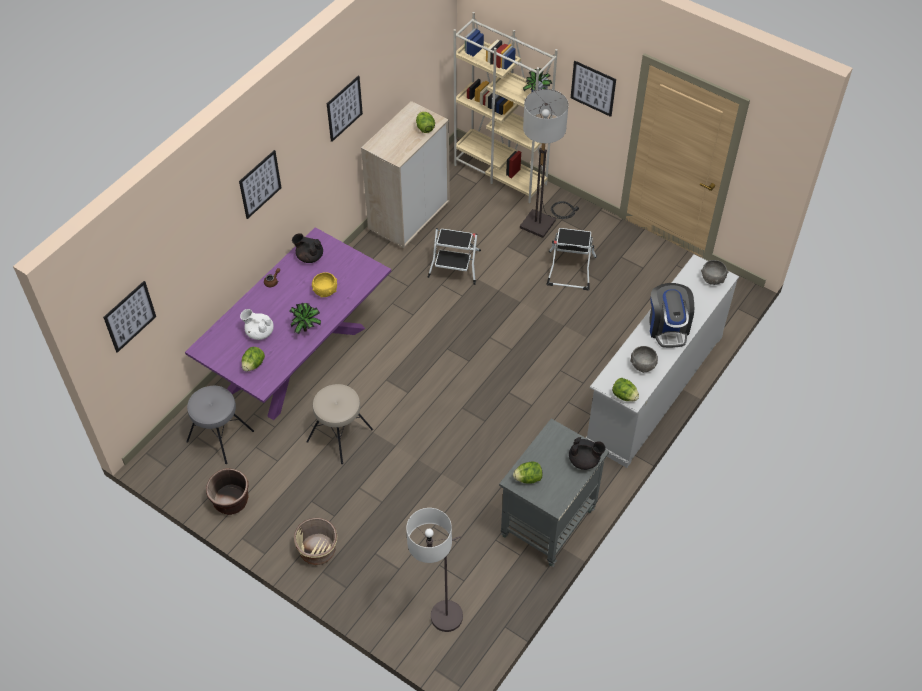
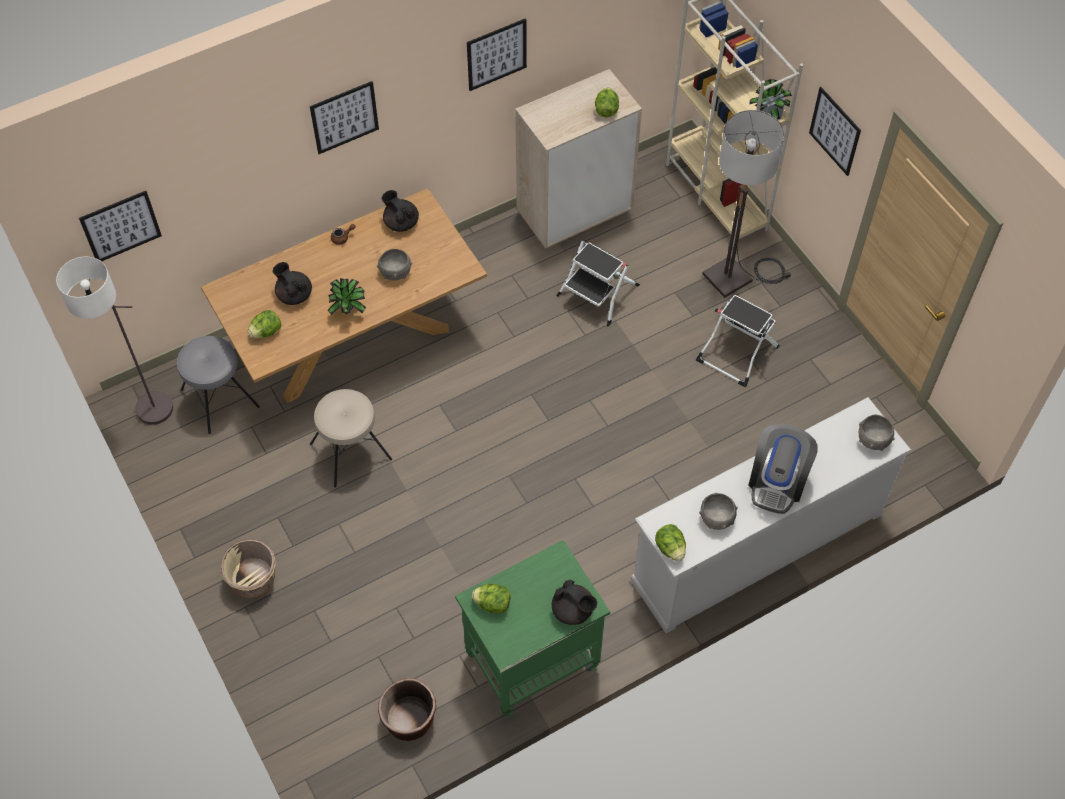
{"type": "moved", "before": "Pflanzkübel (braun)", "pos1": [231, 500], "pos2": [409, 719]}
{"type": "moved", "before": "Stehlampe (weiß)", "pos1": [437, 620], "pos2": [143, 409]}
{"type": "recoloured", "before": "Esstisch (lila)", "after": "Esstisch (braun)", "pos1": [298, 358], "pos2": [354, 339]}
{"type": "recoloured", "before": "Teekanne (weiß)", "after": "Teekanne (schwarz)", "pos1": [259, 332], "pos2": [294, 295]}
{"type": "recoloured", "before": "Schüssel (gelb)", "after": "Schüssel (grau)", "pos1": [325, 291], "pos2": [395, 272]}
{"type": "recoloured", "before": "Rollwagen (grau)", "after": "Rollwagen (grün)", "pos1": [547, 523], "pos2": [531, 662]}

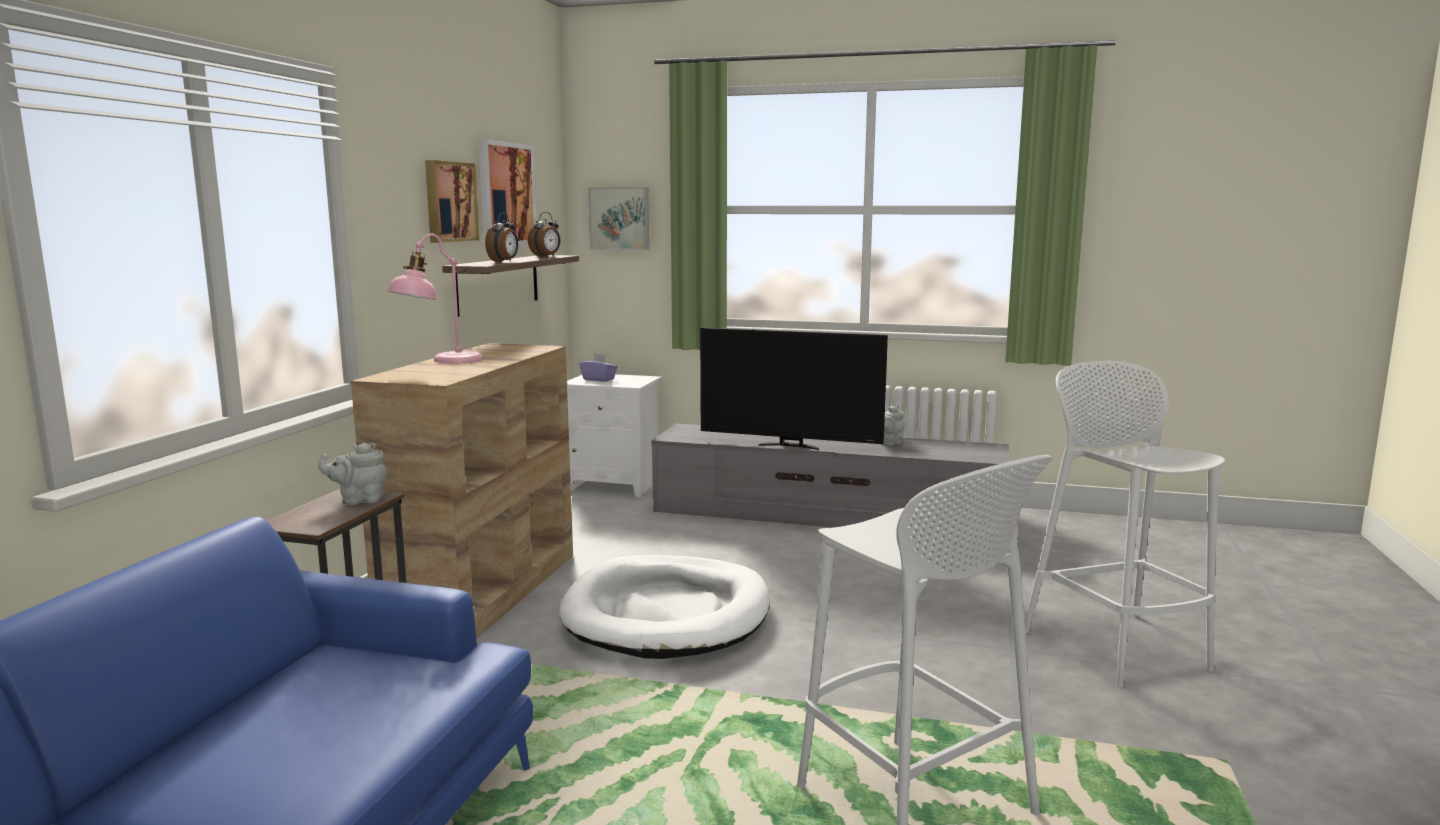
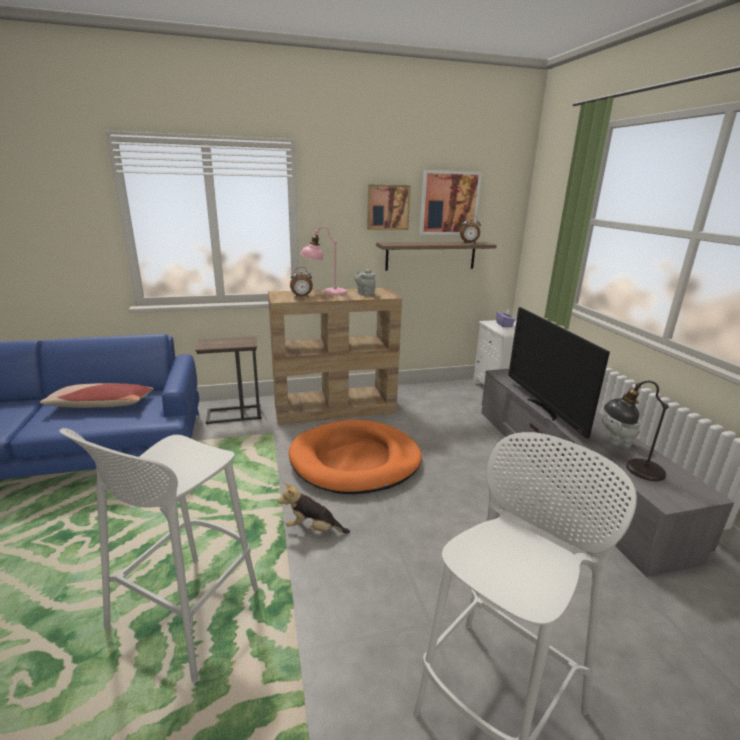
{"type": "removed", "before": "Bild", "pos1": [620, 218]}
{"type": "added", "after": "Kissen", "pos2": [101, 405]}
{"type": "added", "after": "Plüschtier", "pos2": [313, 529]}
{"type": "added", "after": "Tischlampe (grau)", "pos2": [628, 464]}
{"type": "moved", "before": "Teekanne (grau)", "pos1": [359, 500], "pos2": [365, 293]}
{"type": "moved", "before": "Wecker", "pos1": [504, 262], "pos2": [301, 297]}
{"type": "recoloured", "before": "Hundebett (weiß)", "after": "Hundebett (orange)", "pos1": [667, 614], "pos2": [355, 460]}

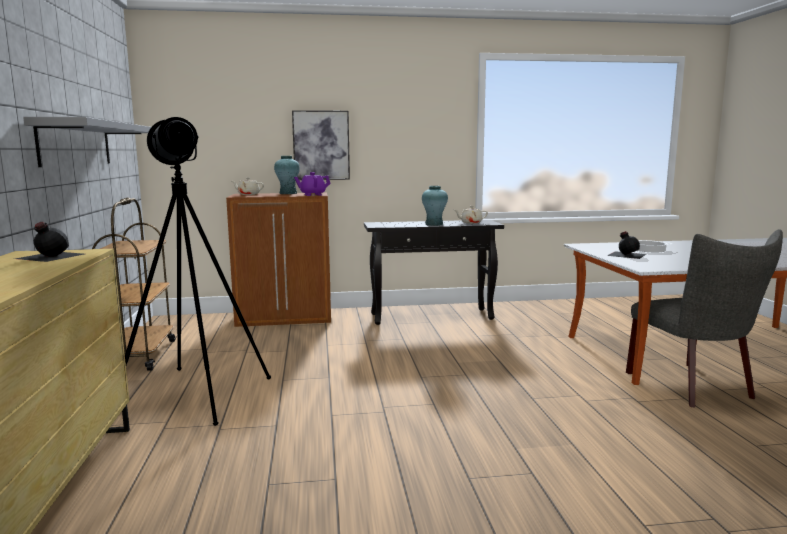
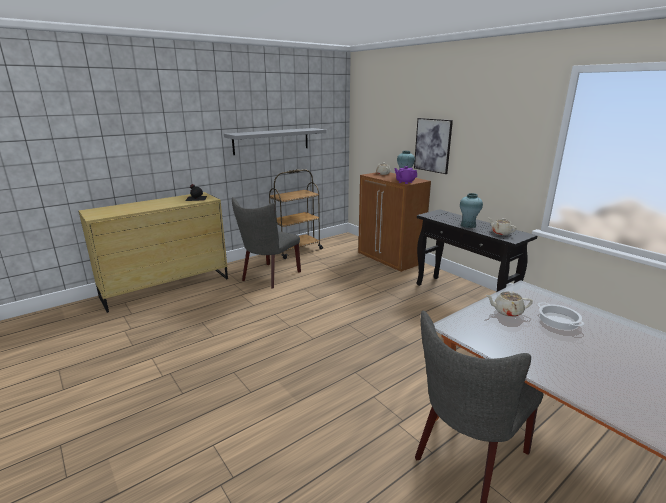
{"type": "replaced", "before": "Stehlampe (schwarz)", "after": "Stuhl (grau)", "pos1": [195, 395], "pos2": [269, 277]}
{"type": "replaced", "before": "Flasche (schwarz)", "after": "Teekanne (beige)", "pos1": [626, 254], "pos2": [507, 311]}

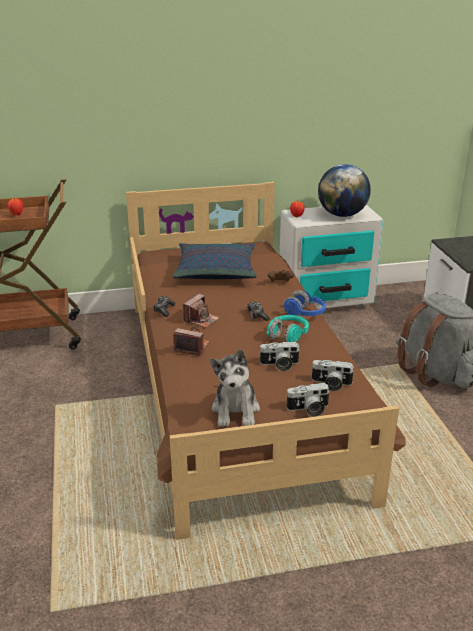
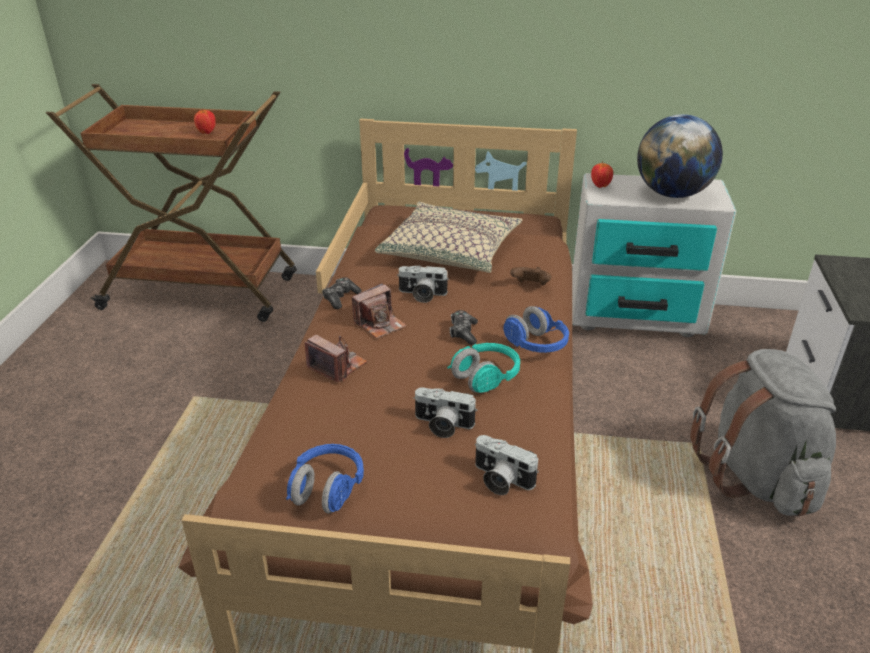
{"type": "moved", "before": "Kamera", "pos1": [308, 409], "pos2": [422, 295]}
{"type": "replaced", "before": "Plüschtier", "after": "Kopfhörer (blau)", "pos1": [236, 410], "pos2": [327, 489]}
{"type": "recoloured", "before": "Kissen (blau)", "after": "Kissen (beige)", "pos1": [216, 271], "pos2": [451, 251]}

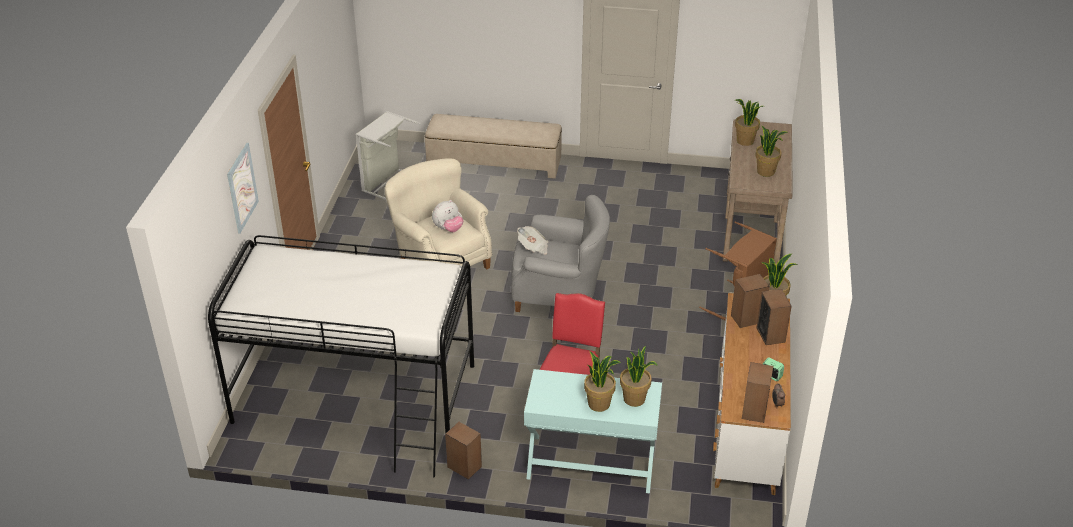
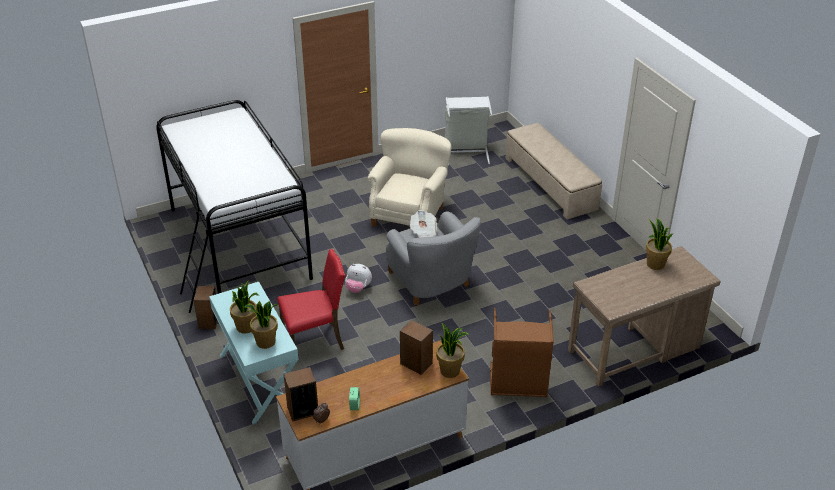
{"type": "removed", "before": "Bild", "pos1": [242, 188]}
{"type": "removed", "before": "Topfpflanze", "pos1": [766, 171]}
{"type": "removed", "before": "Lautsprecher", "pos1": [771, 334]}
{"type": "moved", "before": "Plüschtier", "pos1": [448, 229], "pos2": [358, 288]}

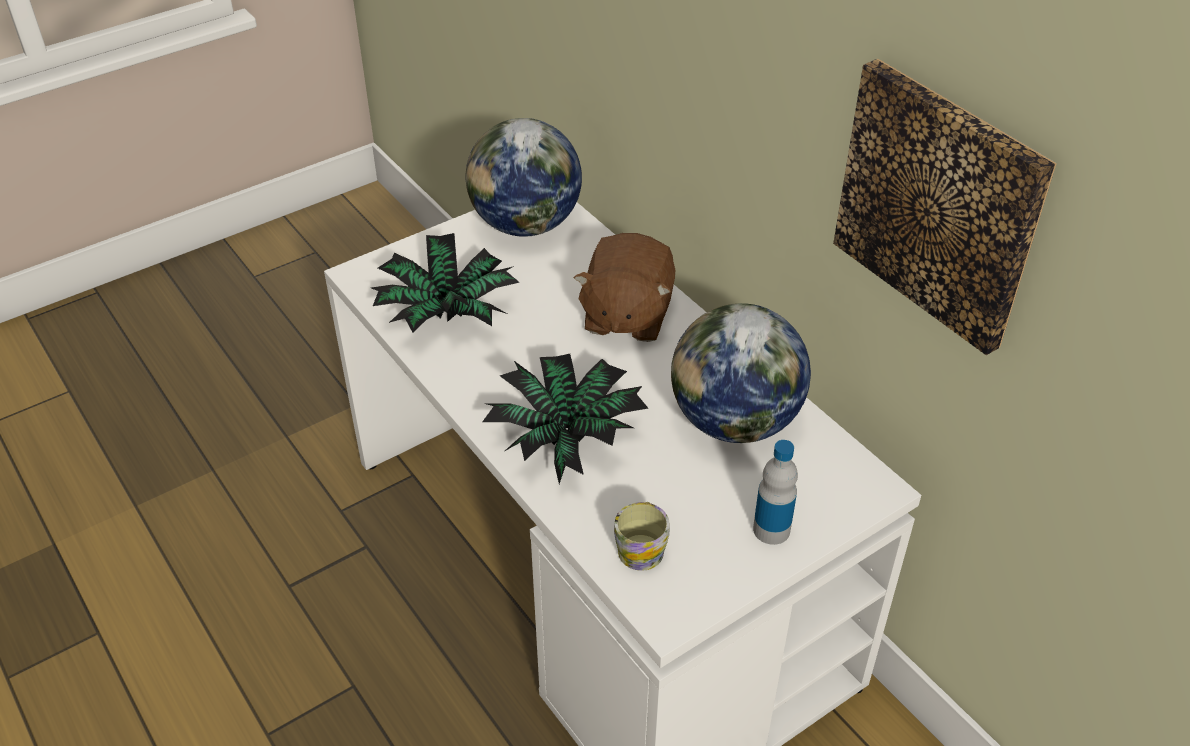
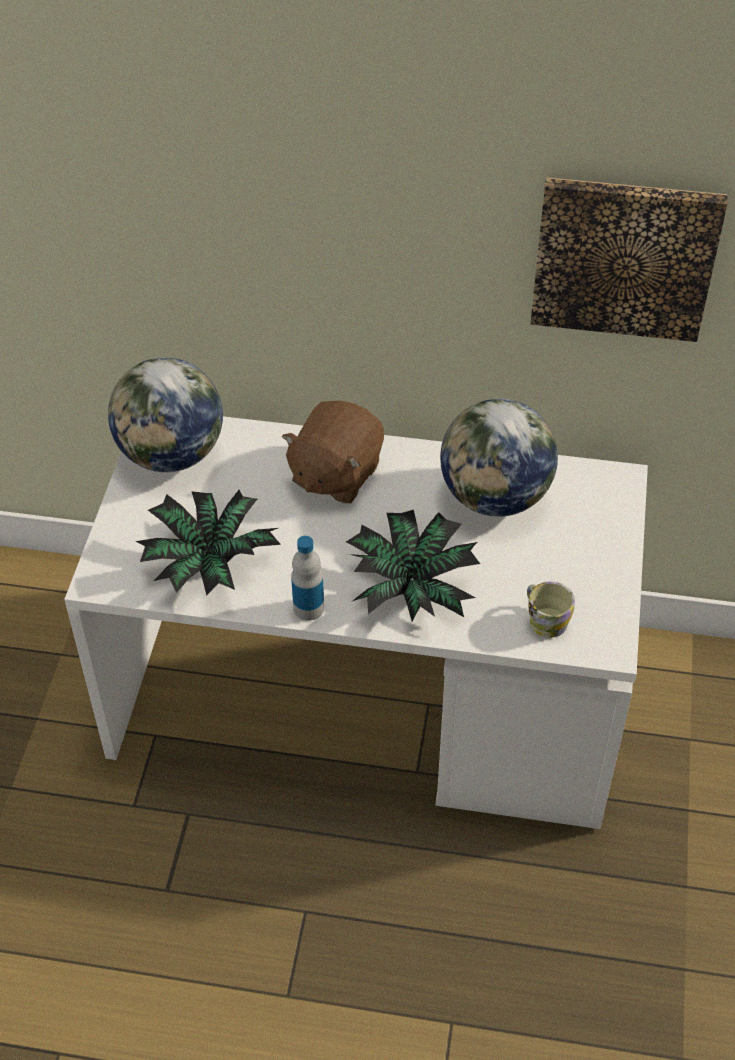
{"type": "moved", "before": "Flasche", "pos1": [771, 530], "pos2": [308, 608]}
{"type": "turned", "before": "Plüschtier (braun)", "pos1": [626, 316], "pos2": [335, 474], "turn": 60}

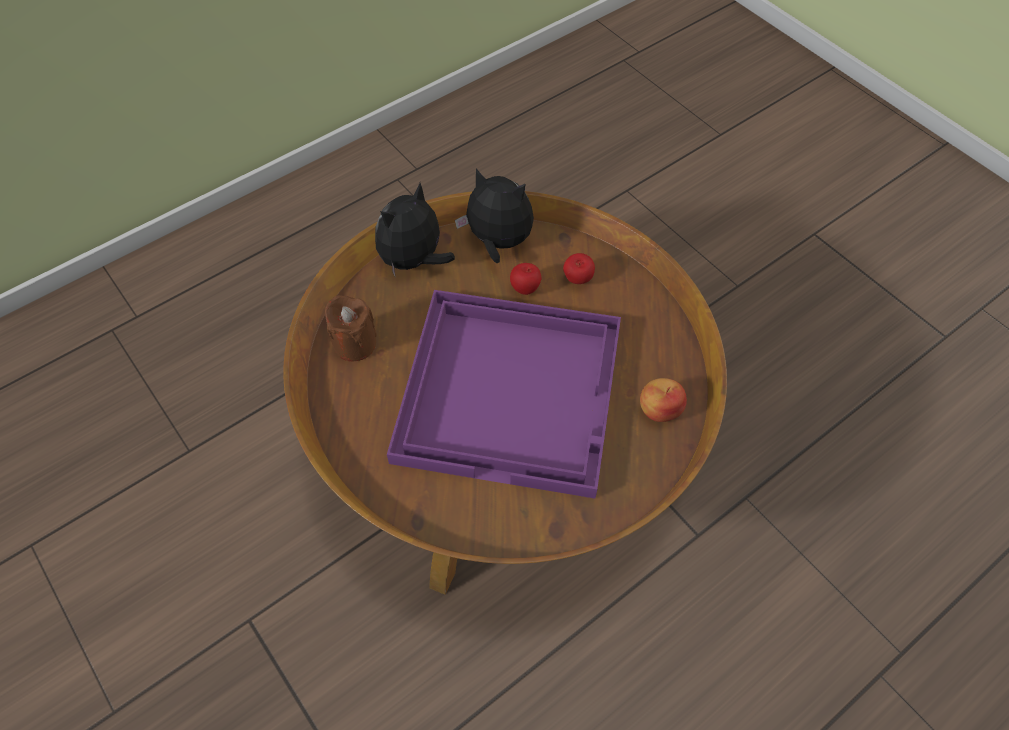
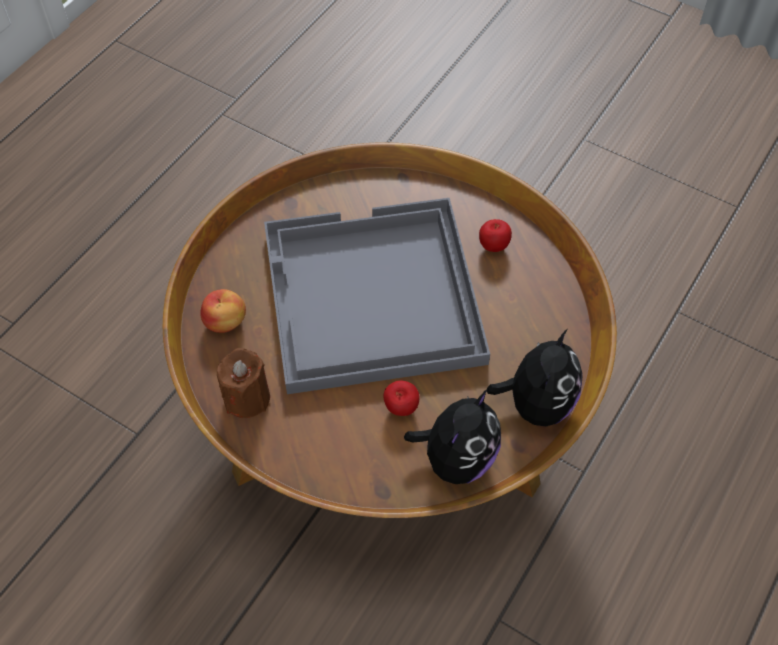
{"type": "moved", "before": "Kerze (braun)", "pos1": [354, 344], "pos2": [247, 398]}
{"type": "moved", "before": "Apfel", "pos1": [577, 280], "pos2": [493, 246]}
{"type": "recoloured", "before": "Tablett (lila)", "after": "Tablett (grau)", "pos1": [512, 391], "pos2": [370, 298]}
{"type": "turned", "before": "Plüschtier", "pos1": [497, 242], "pos2": [456, 458], "turn": -60}

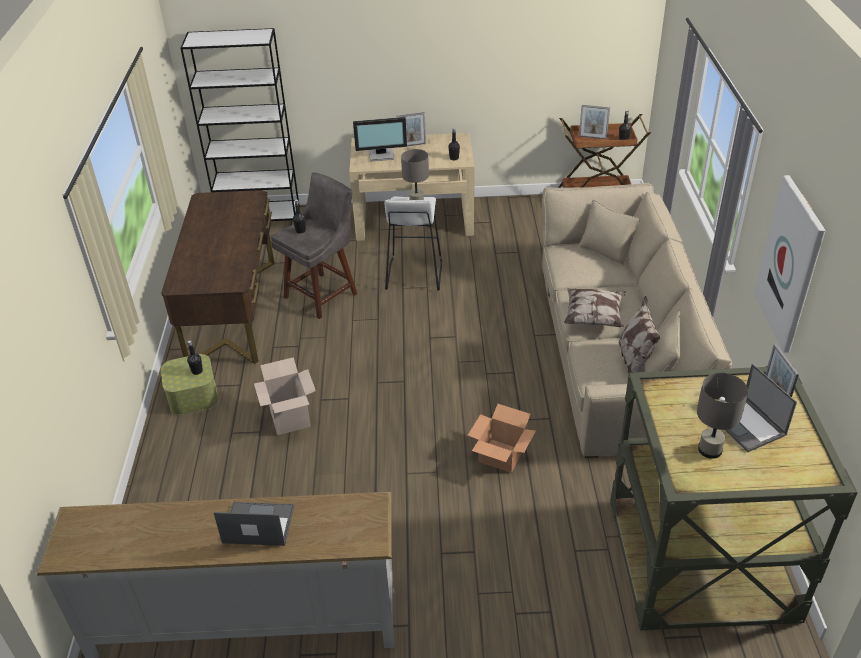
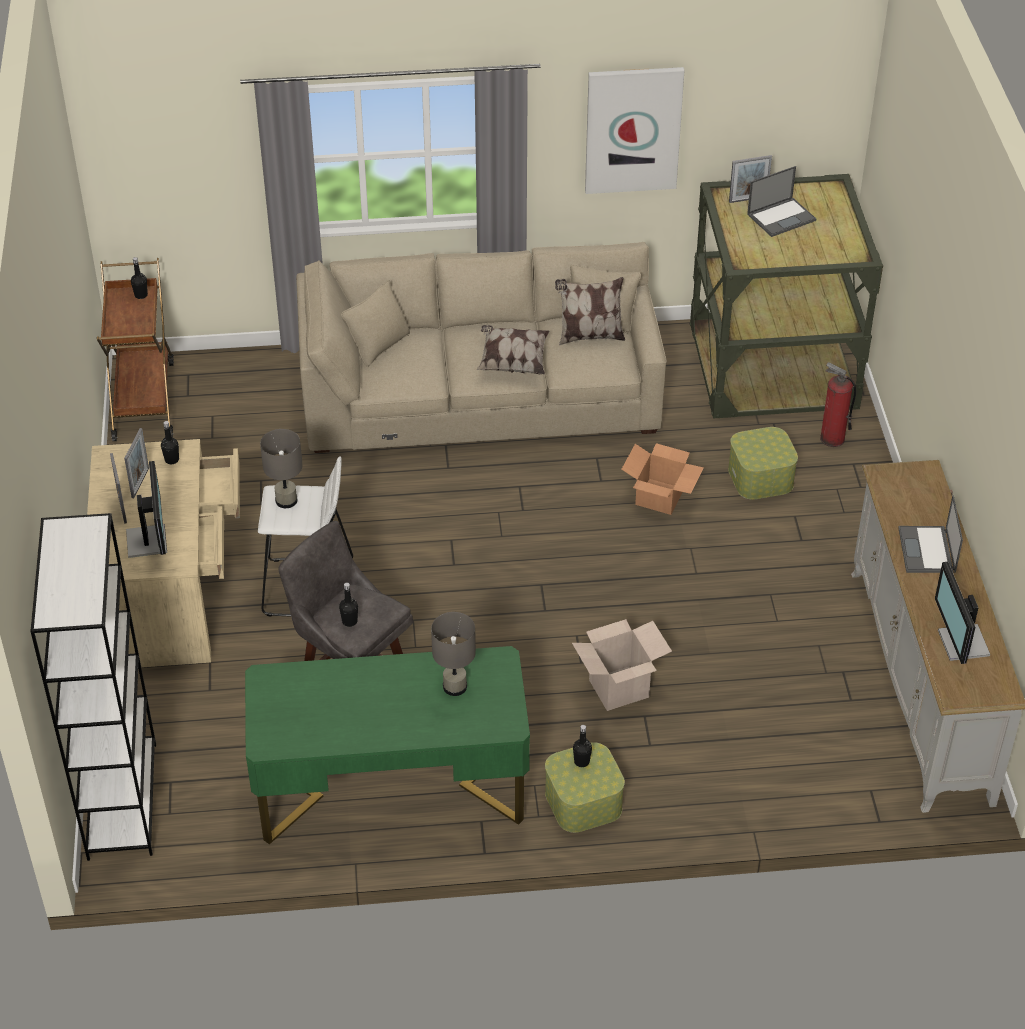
{"type": "added", "after": "Aufbewahrungsbox", "pos2": [760, 477]}
{"type": "added", "after": "Feuerlöscher", "pos2": [832, 438]}
{"type": "added", "after": "Monitor", "pos2": [961, 644]}
{"type": "moved", "before": "Bilderrahmen", "pos1": [592, 137], "pos2": [140, 483]}
{"type": "moved", "before": "Tischlampe (grau)", "pos1": [709, 450], "pos2": [455, 687]}
{"type": "recoloured", "before": "Schreibtisch (braun)", "after": "Schreibtisch (grün)", "pos1": [233, 311], "pos2": [391, 790]}

